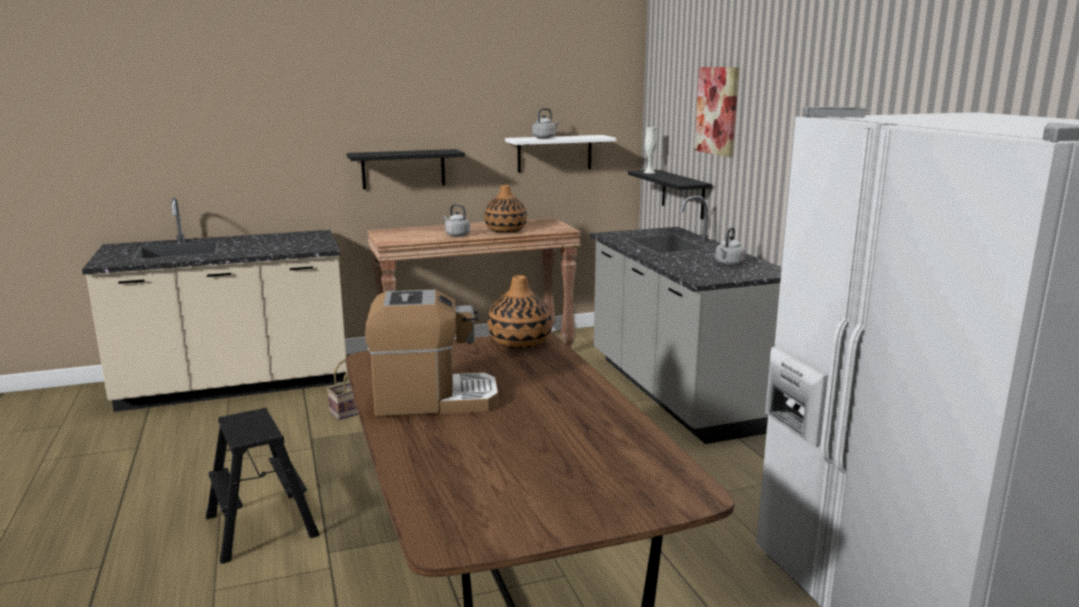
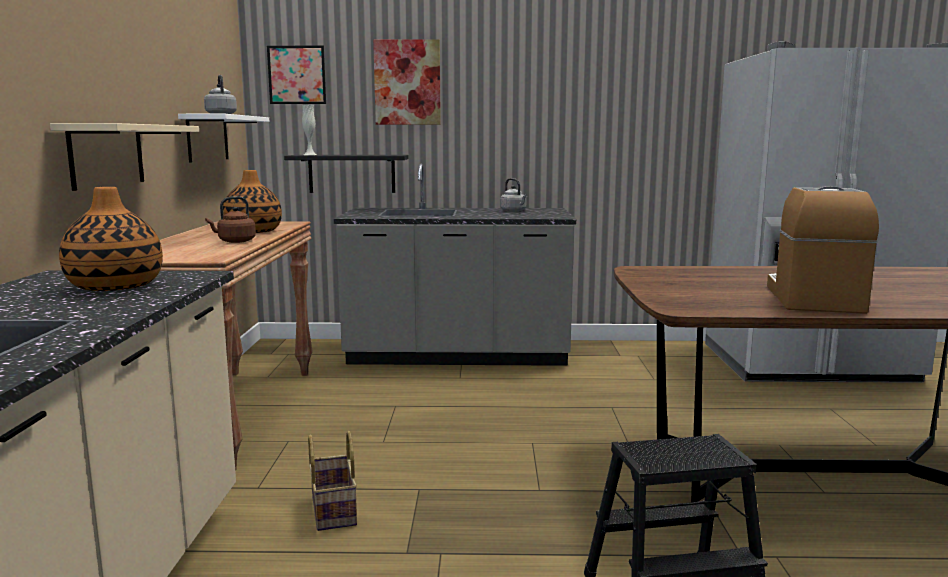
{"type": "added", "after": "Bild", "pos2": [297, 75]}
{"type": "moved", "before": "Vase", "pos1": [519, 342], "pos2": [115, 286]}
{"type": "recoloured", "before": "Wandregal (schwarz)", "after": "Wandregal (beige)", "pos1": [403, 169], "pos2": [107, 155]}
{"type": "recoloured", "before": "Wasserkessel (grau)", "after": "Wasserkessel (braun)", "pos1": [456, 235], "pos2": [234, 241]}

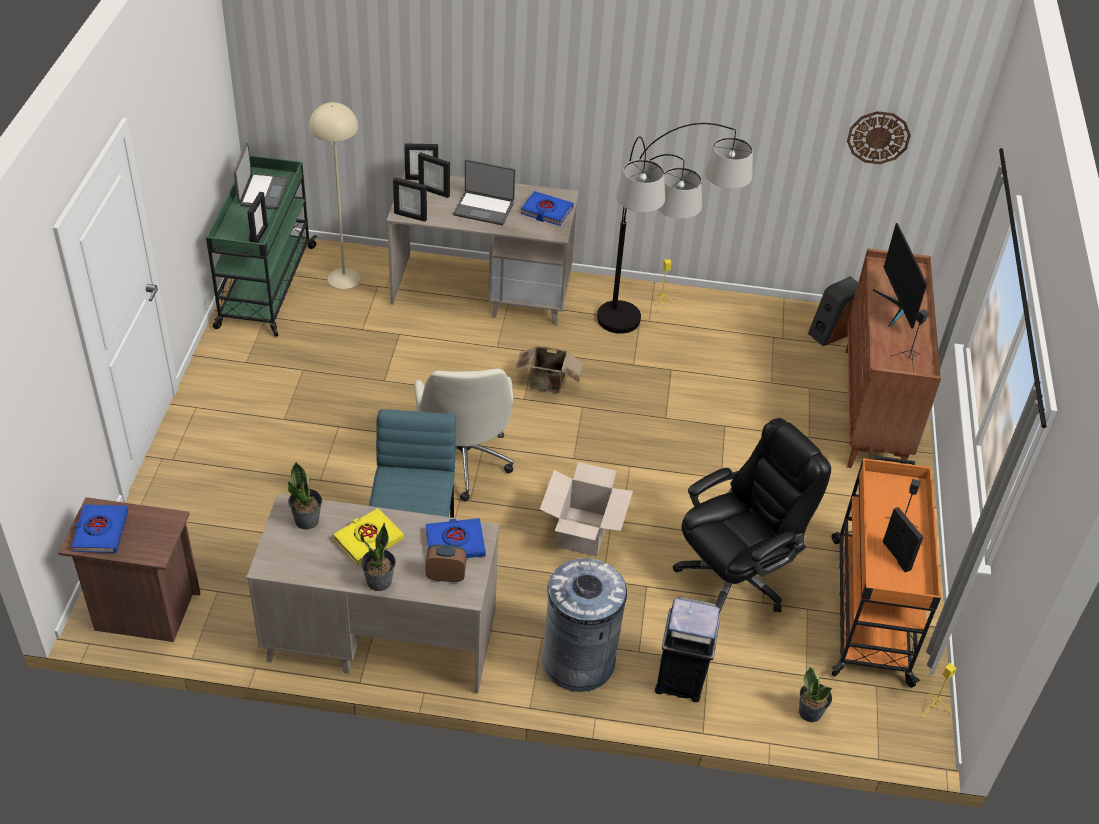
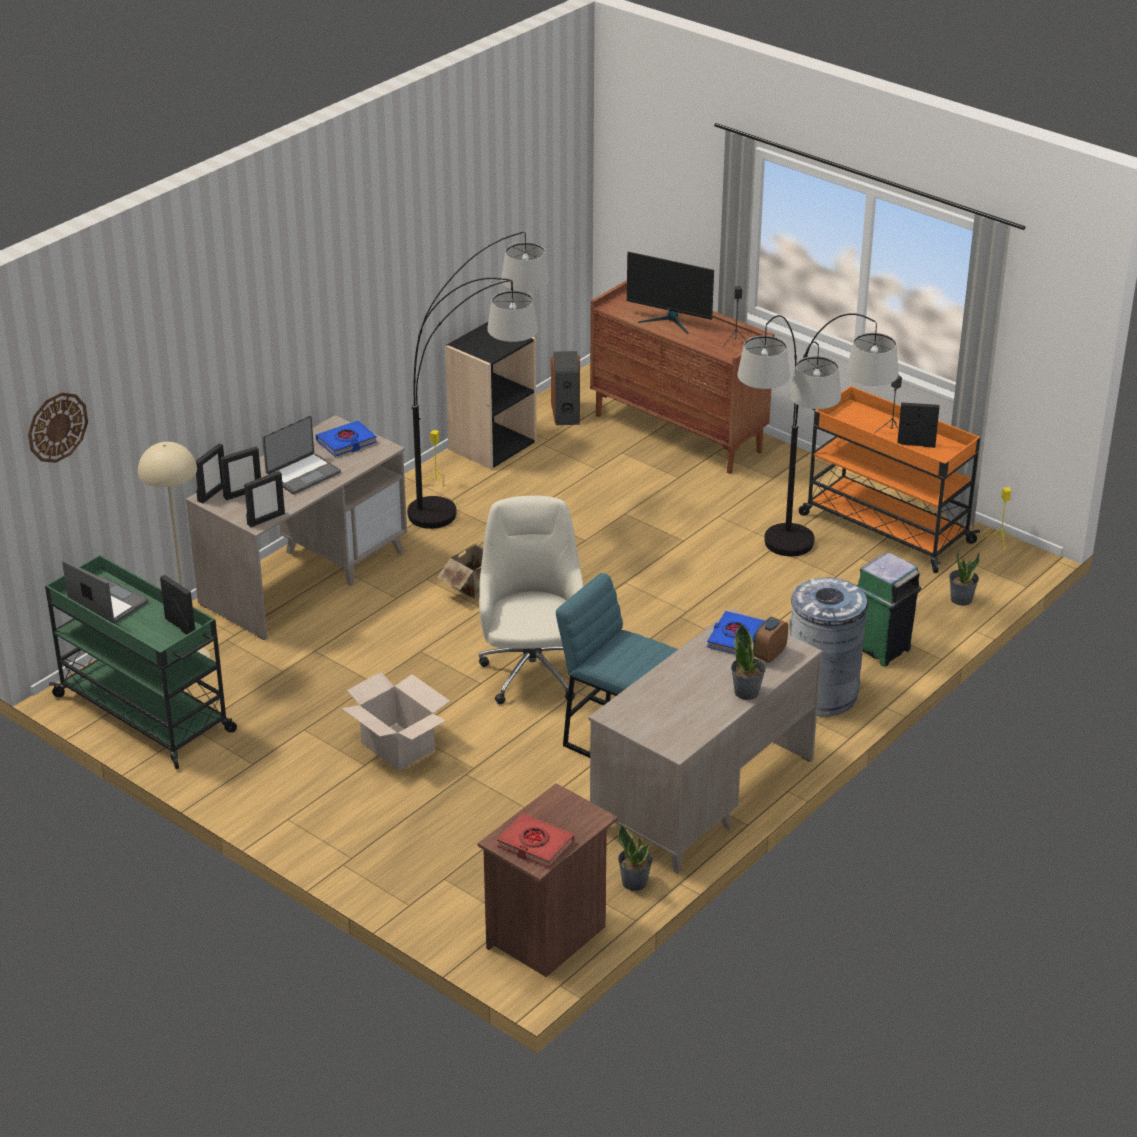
{"type": "removed", "before": "Buch (gelb)", "pos1": [368, 539]}
{"type": "added", "after": "Bücherregal (schwarz)", "pos2": [492, 444]}
{"type": "moved", "before": "Topfpflanze", "pos1": [307, 520], "pos2": [634, 882]}
{"type": "moved", "before": "Karton", "pos1": [582, 531], "pos2": [397, 747]}
{"type": "moved", "before": "Wanduhr", "pos1": [878, 137], "pos2": [57, 427]}
{"type": "replaced", "before": "Bürostuhl (schwarz)", "after": "Stehlampe", "pos1": [735, 576], "pos2": [798, 578]}
{"type": "recoloured", "before": "Buch (blau)", "after": "Buch (rot)", "pos1": [100, 531], "pos2": [535, 845]}
{"type": "recoloured", "before": "Mülleimer (blau)", "after": "Mülleimer (grün)", "pos1": [681, 680], "pos2": [882, 648]}
{"type": "turned", "before": "Bürostuhl (beige)", "pos1": [464, 462], "pos2": [532, 672], "turn": -120}

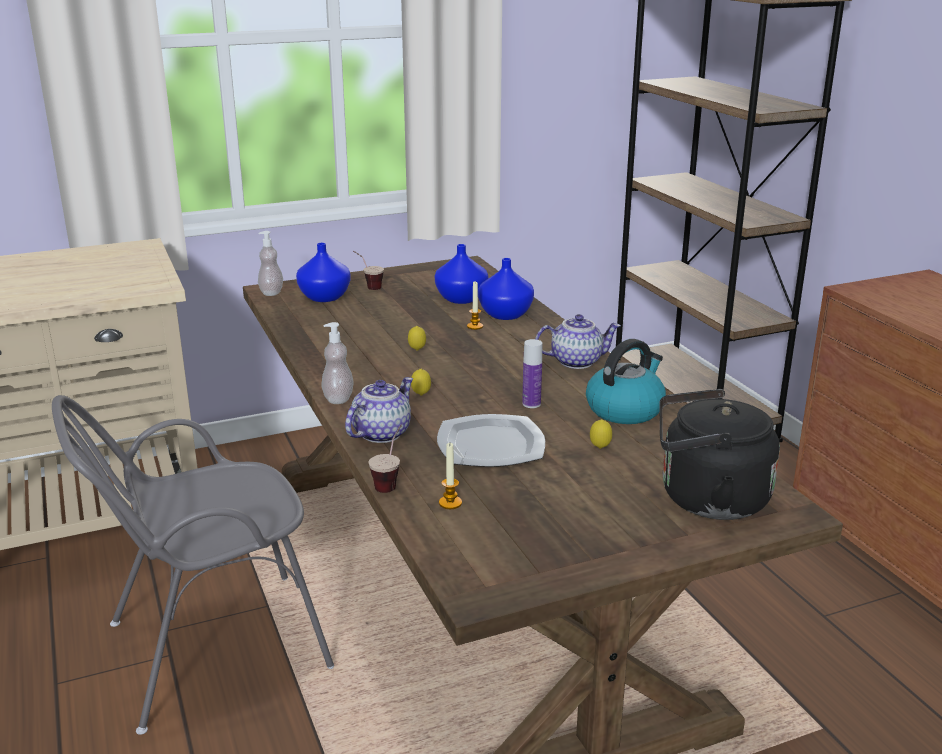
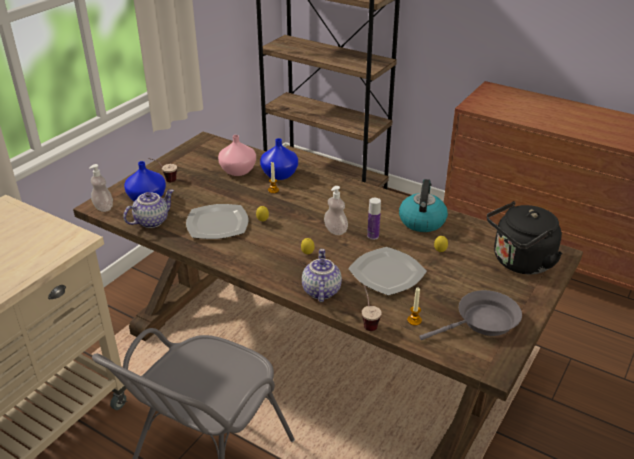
{"type": "added", "after": "Teller", "pos2": [218, 224]}
{"type": "added", "after": "Pfanne (grau)", "pos2": [483, 322]}
{"type": "moved", "before": "Seifenspender", "pos1": [338, 398], "pos2": [335, 230]}
{"type": "moved", "before": "Teekanne", "pos1": [576, 361], "pos2": [151, 221]}
{"type": "recoloured", "before": "Vase (blau)", "after": "Vase (rosa)", "pos1": [462, 298], "pos2": [238, 170]}

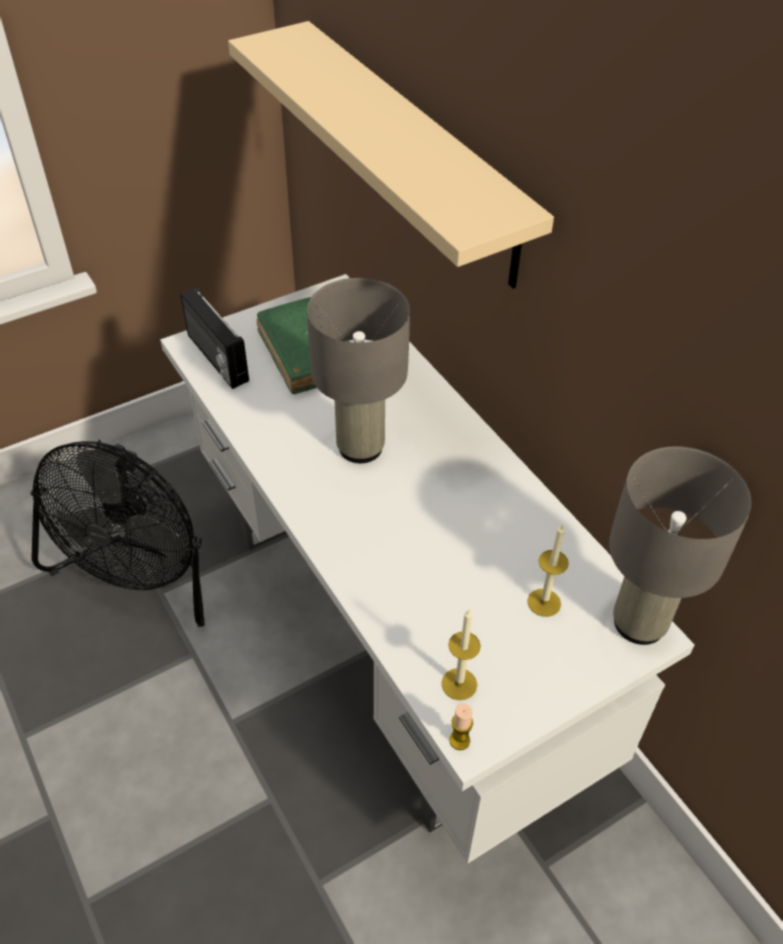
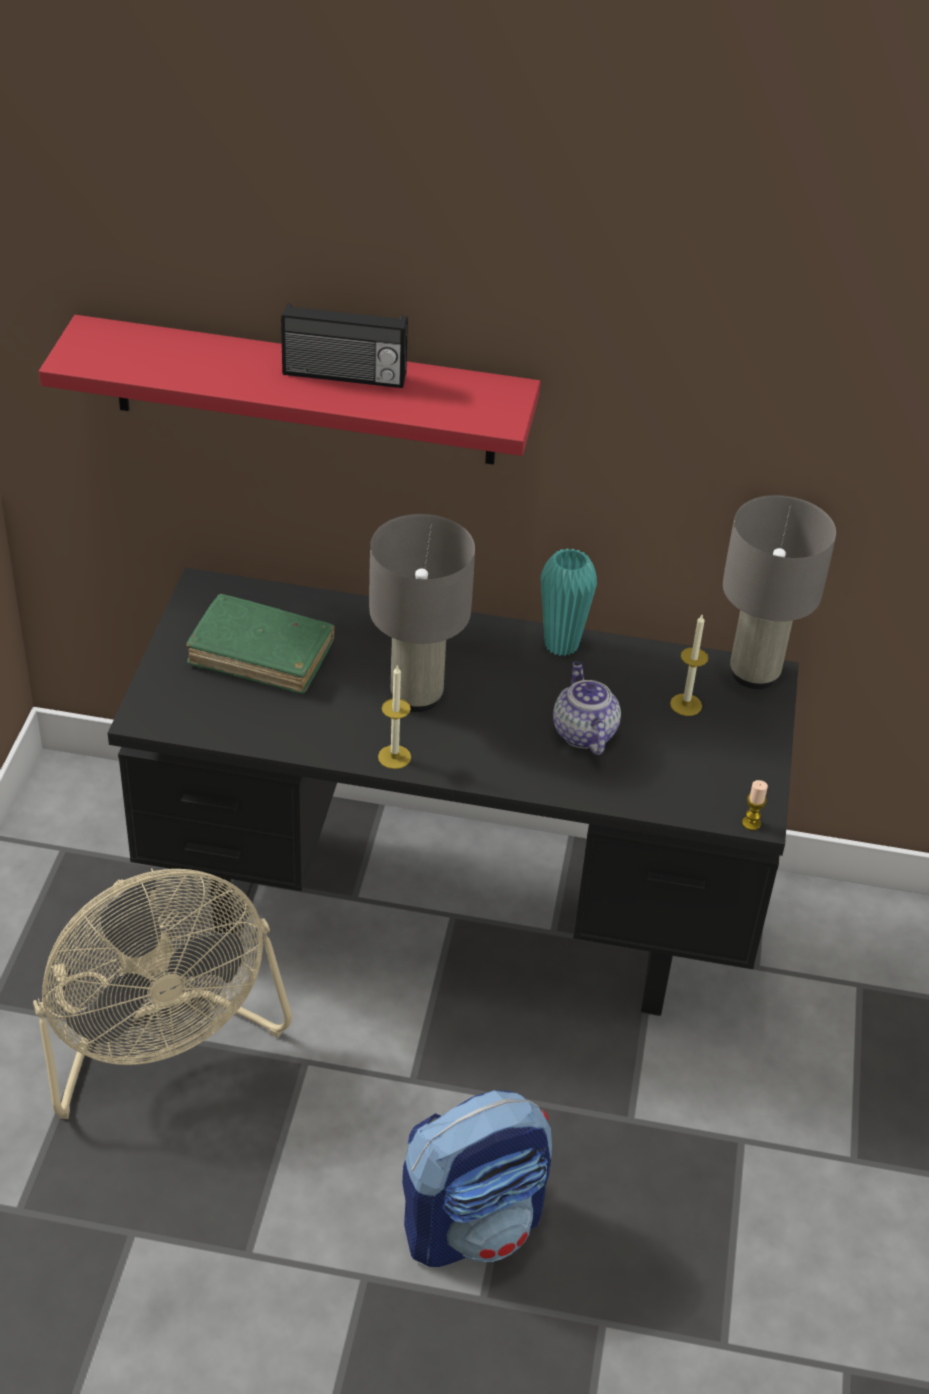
{"type": "added", "after": "Rucksack", "pos2": [474, 1222]}
{"type": "added", "after": "Vase (türkis)", "pos2": [561, 645]}
{"type": "added", "after": "Teekanne", "pos2": [583, 732]}
{"type": "moved", "before": "Radio", "pos1": [216, 358], "pos2": [344, 376]}
{"type": "moved", "before": "Kerze", "pos1": [459, 684], "pos2": [394, 757]}
{"type": "recoloured", "before": "Ventilator (schwarz)", "after": "Ventilator (beige)", "pos1": [138, 569], "pos2": [148, 1042]}
{"type": "recoloured", "before": "Schreibtisch (weiß)", "after": "Schreibtisch (schwarz)", "pos1": [391, 638], "pos2": [453, 910]}
{"type": "recoloured", "before": "Wandregal (beige)", "after": "Wandregal (rot)", "pos1": [413, 151], "pos2": [305, 391]}

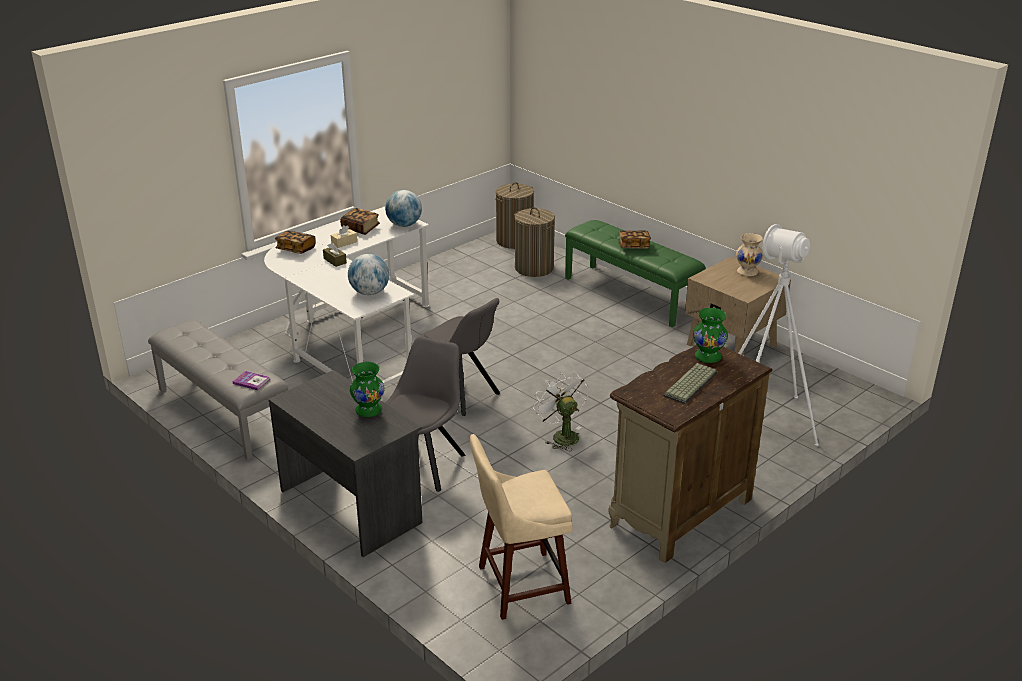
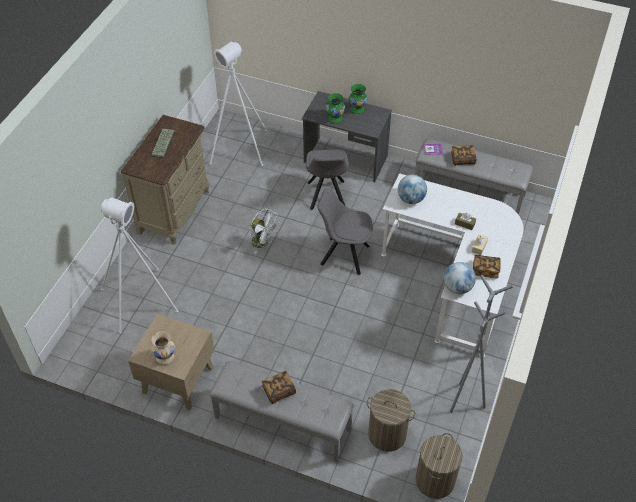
{"type": "added", "after": "Kleiderständer (grau)", "pos2": [464, 401]}
{"type": "moved", "before": "Buch", "pos1": [296, 249], "pos2": [462, 159]}
{"type": "moved", "before": "Vase (grün)", "pos1": [707, 357], "pos2": [357, 109]}
{"type": "replaced", "before": "Stuhl (beige)", "after": "Stehlampe (weiß)", "pos1": [518, 585], "pos2": [238, 147]}
{"type": "recoloured", "before": "Bank (grün)", "after": "Bank (grau)", "pos1": [631, 295], "pos2": [282, 423]}

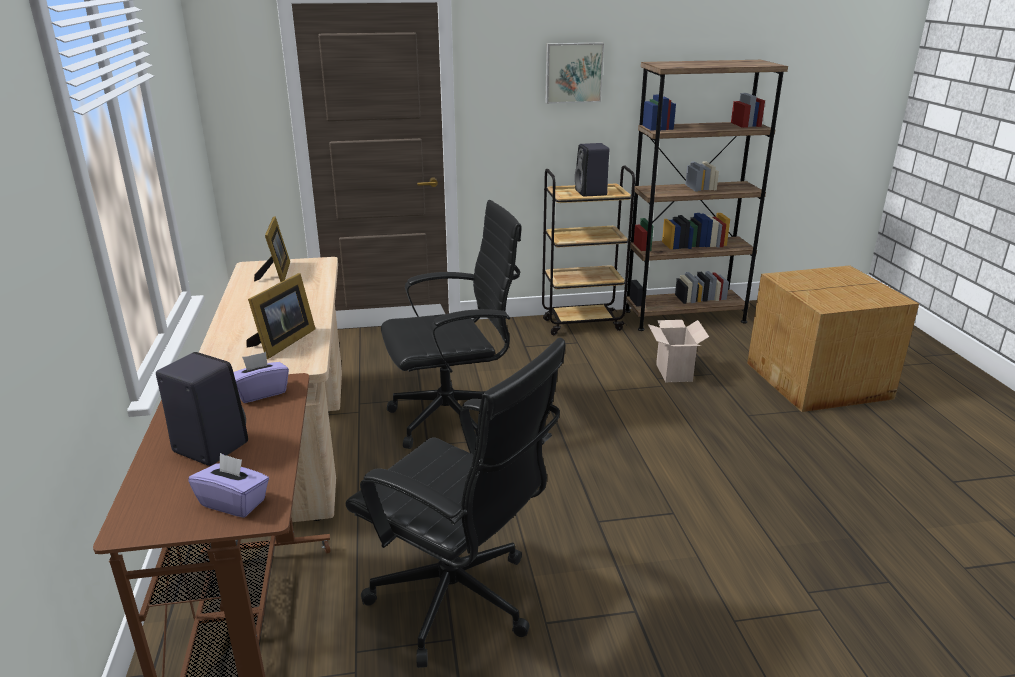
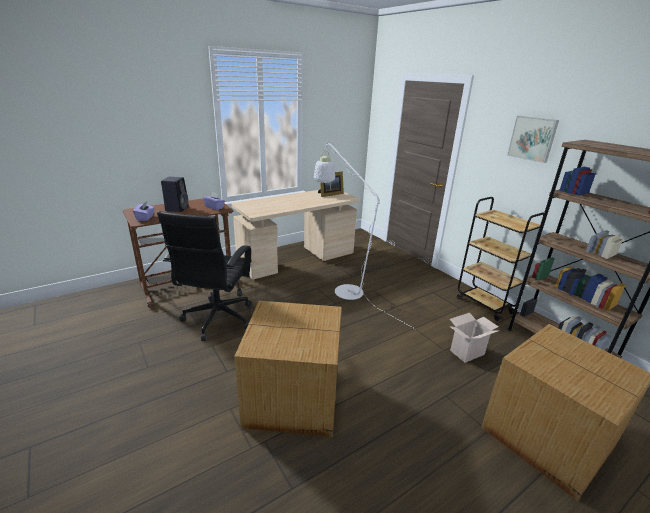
{"type": "removed", "before": "Bilderrahmen", "pos1": [282, 343]}
{"type": "removed", "before": "Lautsprecher (schwarz)", "pos1": [591, 193]}
{"type": "added", "after": "Karton", "pos2": [294, 398]}
{"type": "replaced", "before": "Bürostuhl (schwarz)", "after": "Stehlampe (weiß)", "pos1": [453, 418], "pos2": [343, 288]}

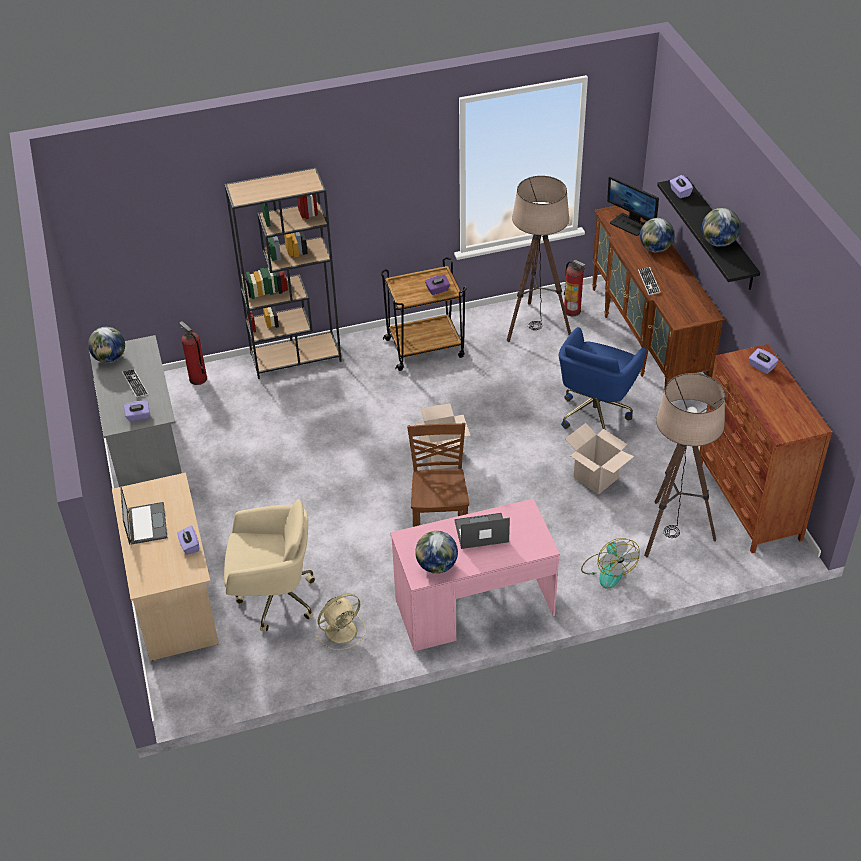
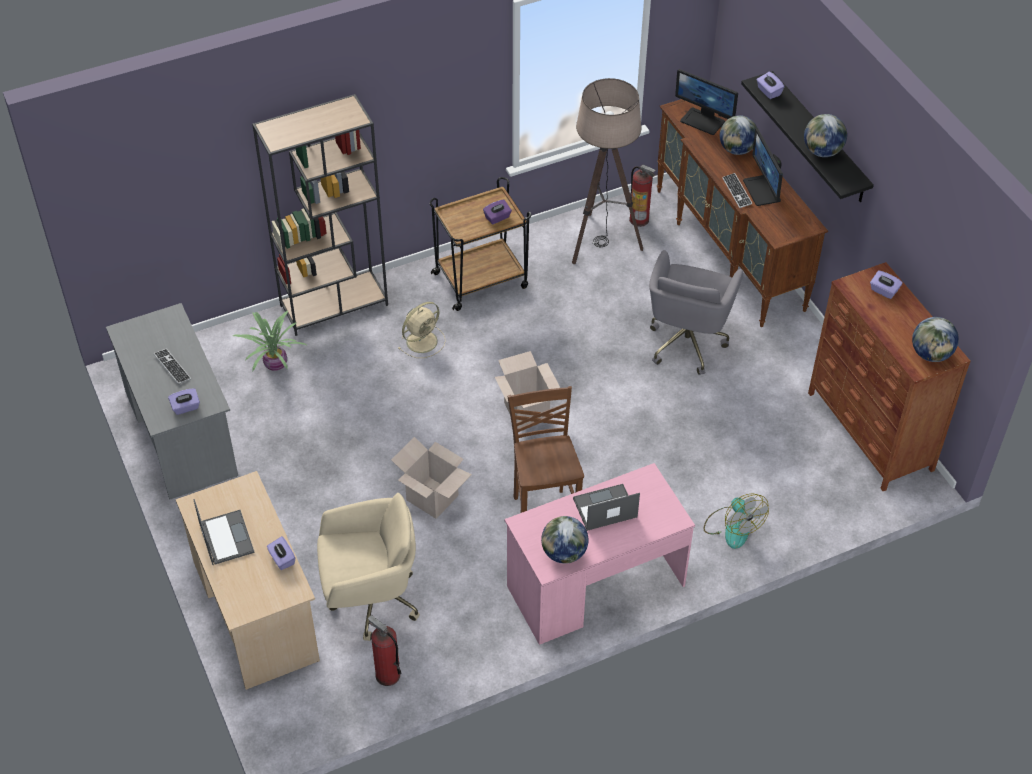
{"type": "removed", "before": "Stehlampe", "pos1": [672, 532]}
{"type": "added", "after": "Topfpflanze", "pos2": [275, 364]}
{"type": "added", "after": "Monitor", "pos2": [762, 190]}
{"type": "moved", "before": "Globus", "pos1": [110, 358], "pos2": [931, 354]}
{"type": "moved", "before": "Feuerlöscher", "pos1": [197, 378], "pos2": [387, 675]}
{"type": "moved", "before": "Ventilator (beige)", "pos1": [342, 630], "pos2": [423, 341]}
{"type": "moved", "before": "Karton", "pos1": [596, 478], "pos2": [432, 498]}
{"type": "recoloured", "before": "Bürostuhl (blau)", "after": "Bürostuhl (grau)", "pos1": [595, 413], "pos2": [687, 342]}

